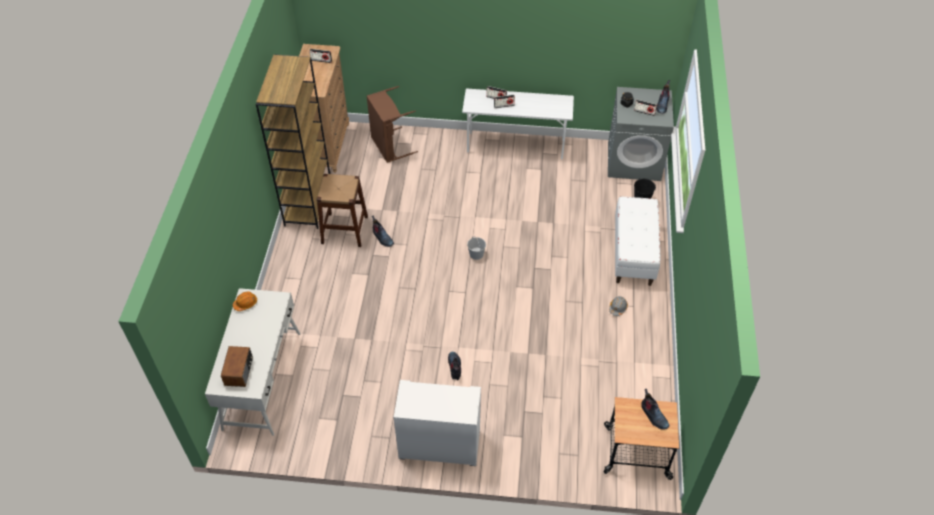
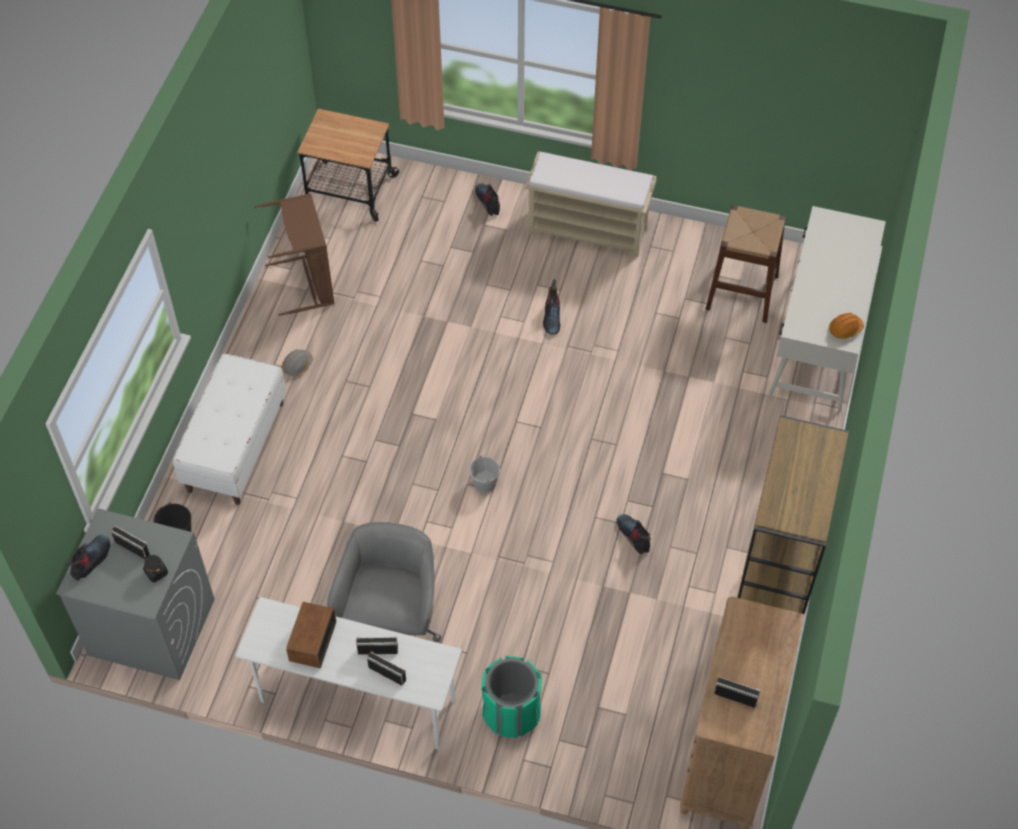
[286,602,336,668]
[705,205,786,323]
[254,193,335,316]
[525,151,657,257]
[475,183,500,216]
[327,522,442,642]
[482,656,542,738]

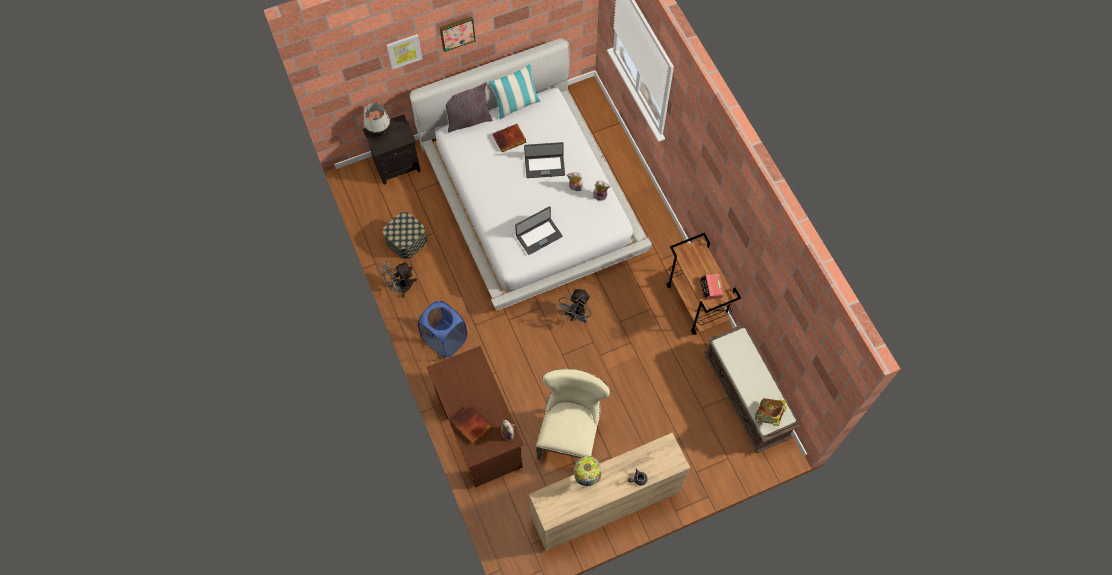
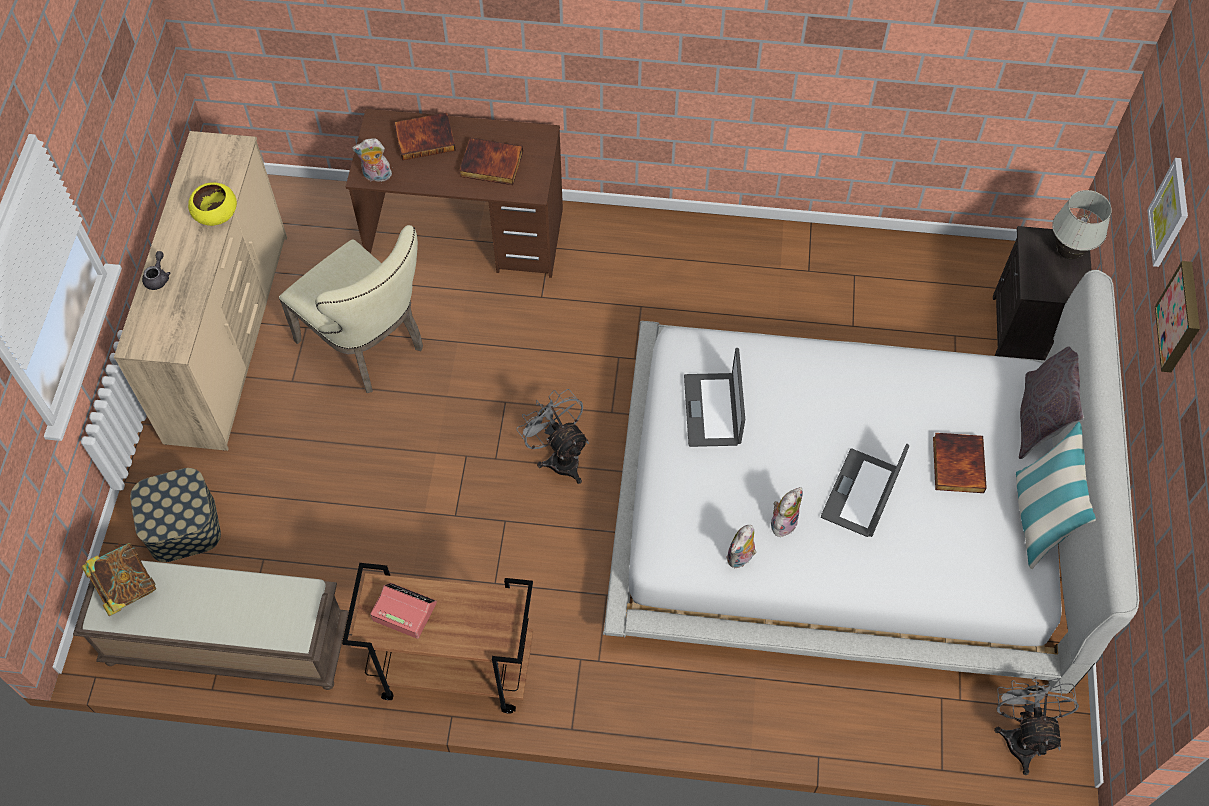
[994,677,1079,775]
[130,468,221,562]
[418,301,467,358] (first image)
[188,182,237,226]
[459,138,523,185]

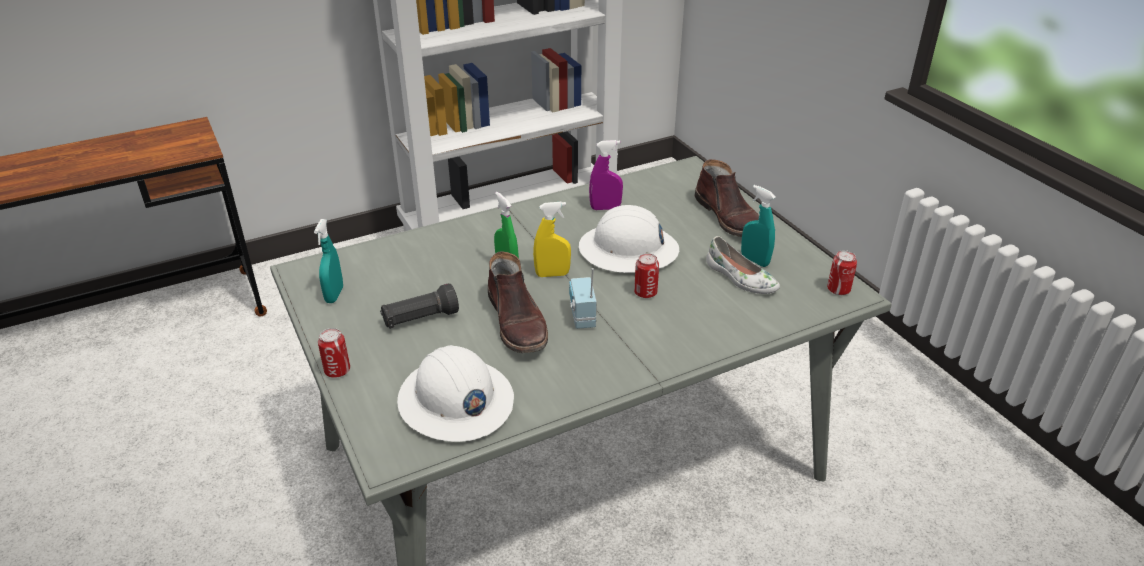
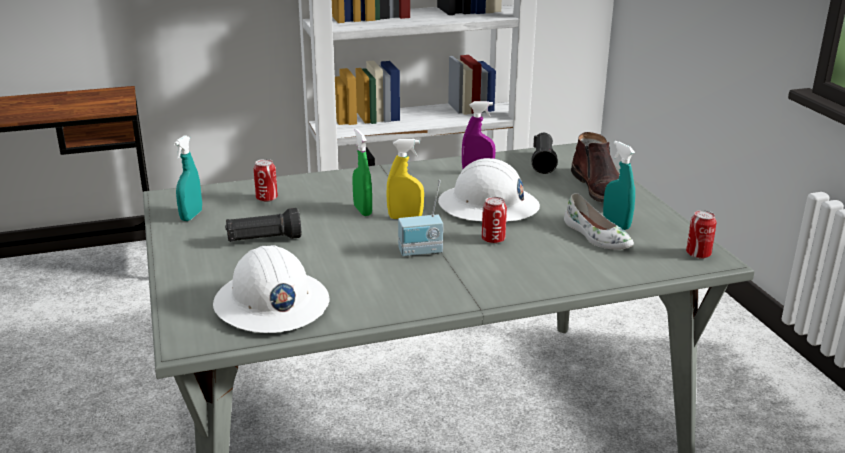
[254,159,278,202]
[488,251,548,353] (first image)
[398,180,443,257]
[532,133,558,174]

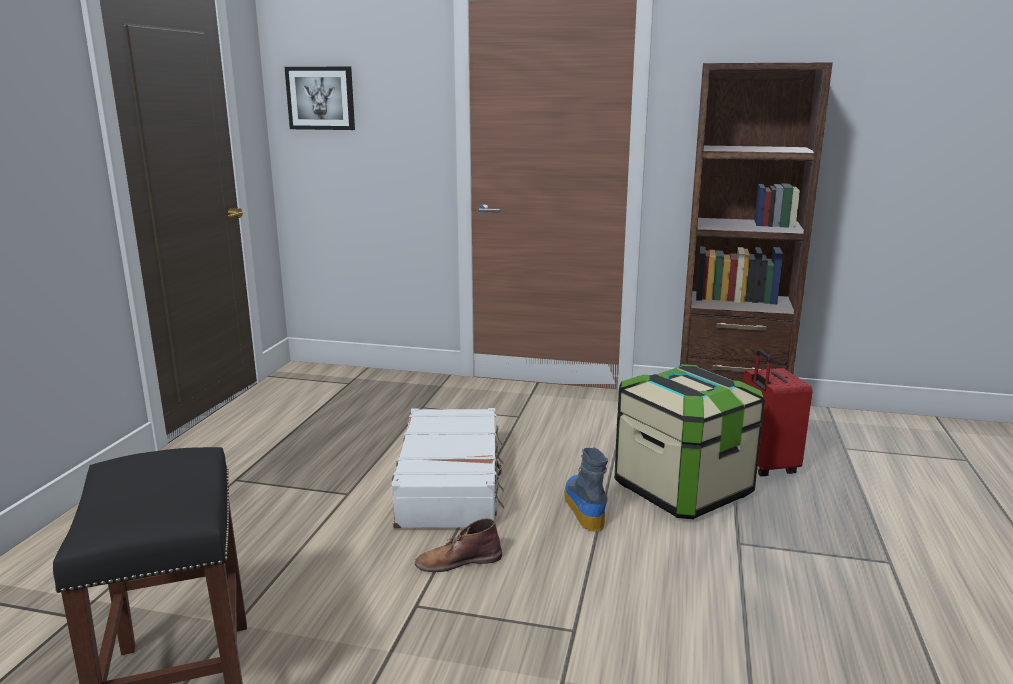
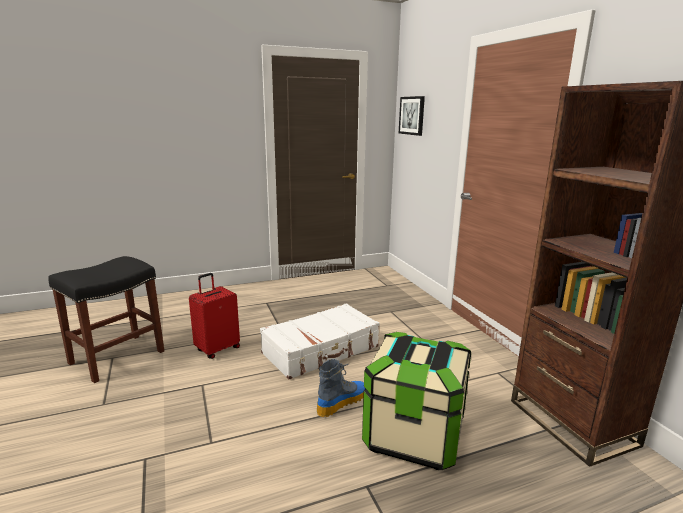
[415,518,502,572] (first image)
[189,273,240,359]

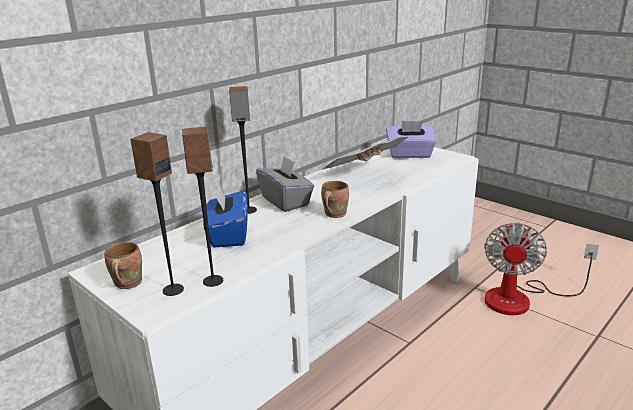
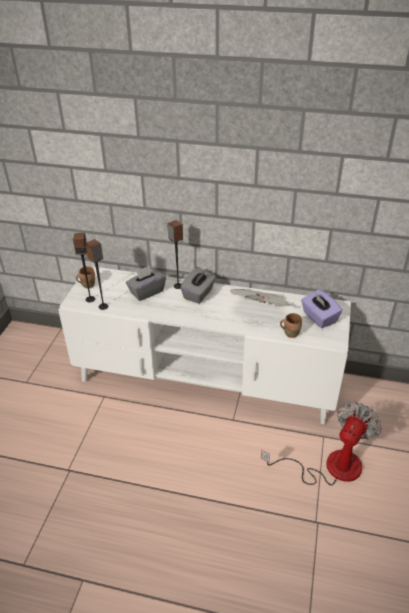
[126,266,166,301]
[280,313,302,338]
[261,402,382,486]

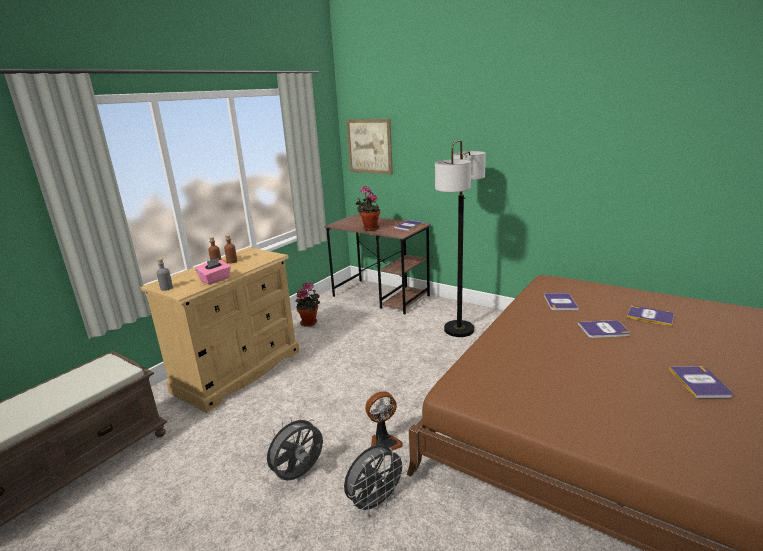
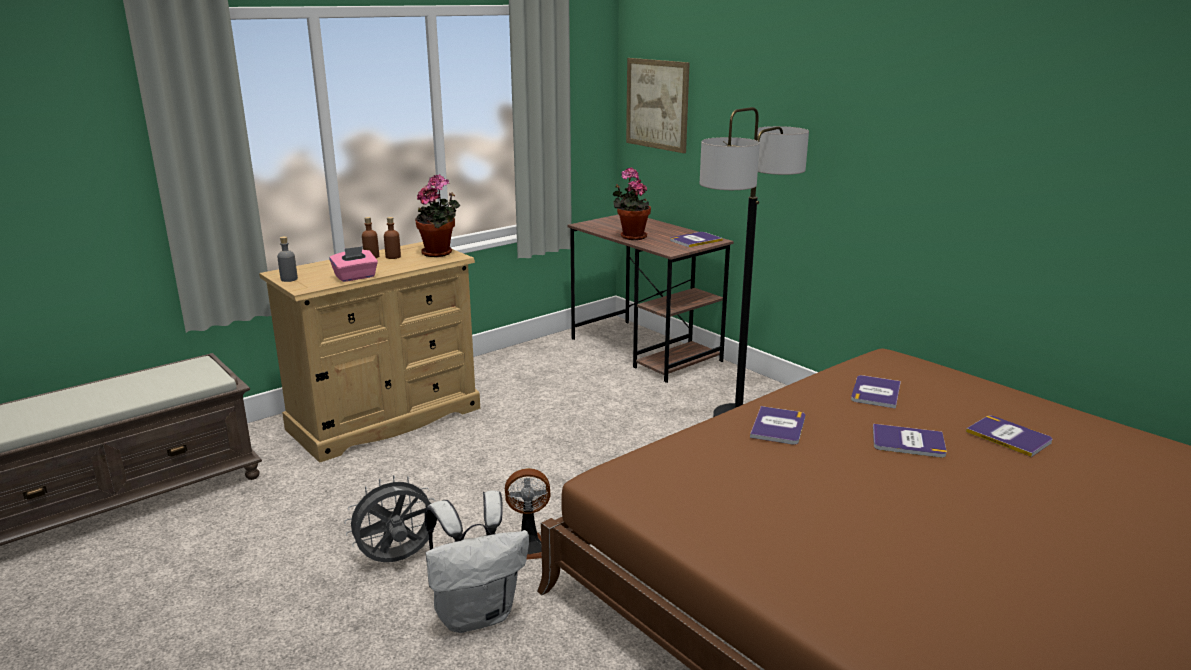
[415,174,460,257]
[425,491,529,633]
[750,406,805,445]

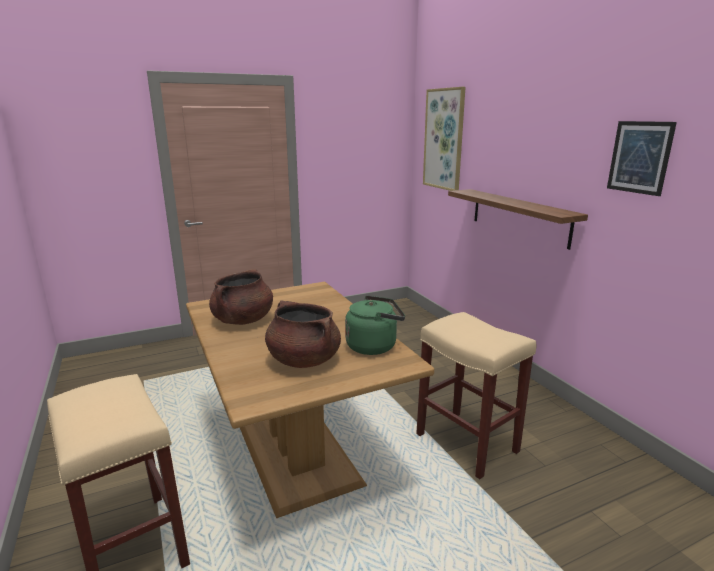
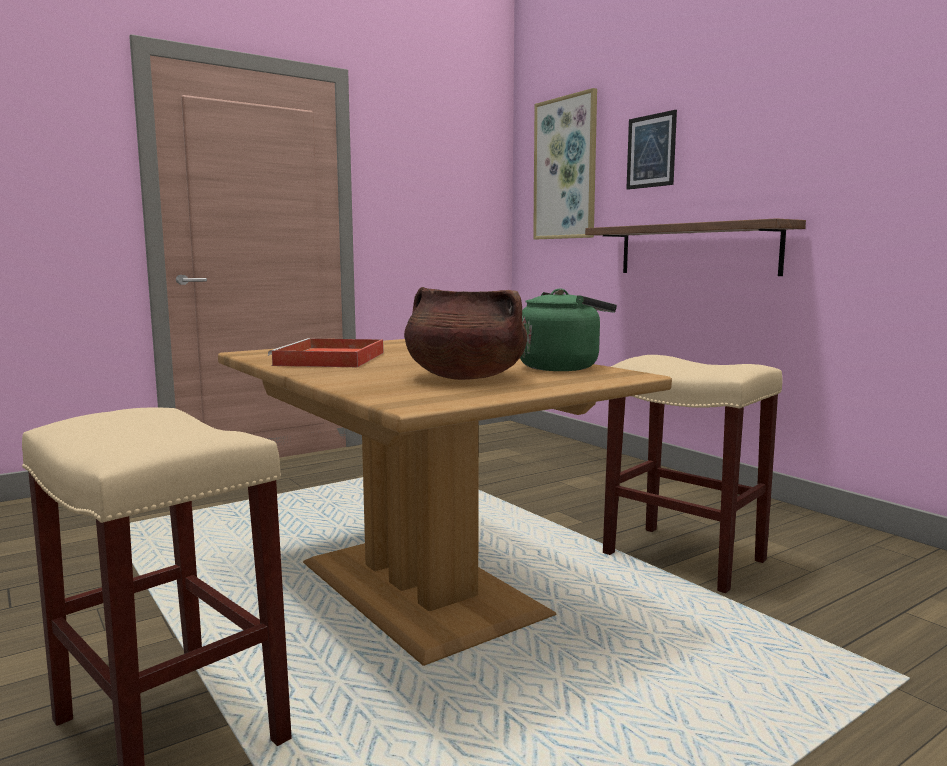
[268,338,384,367]
[626,110,677,190]

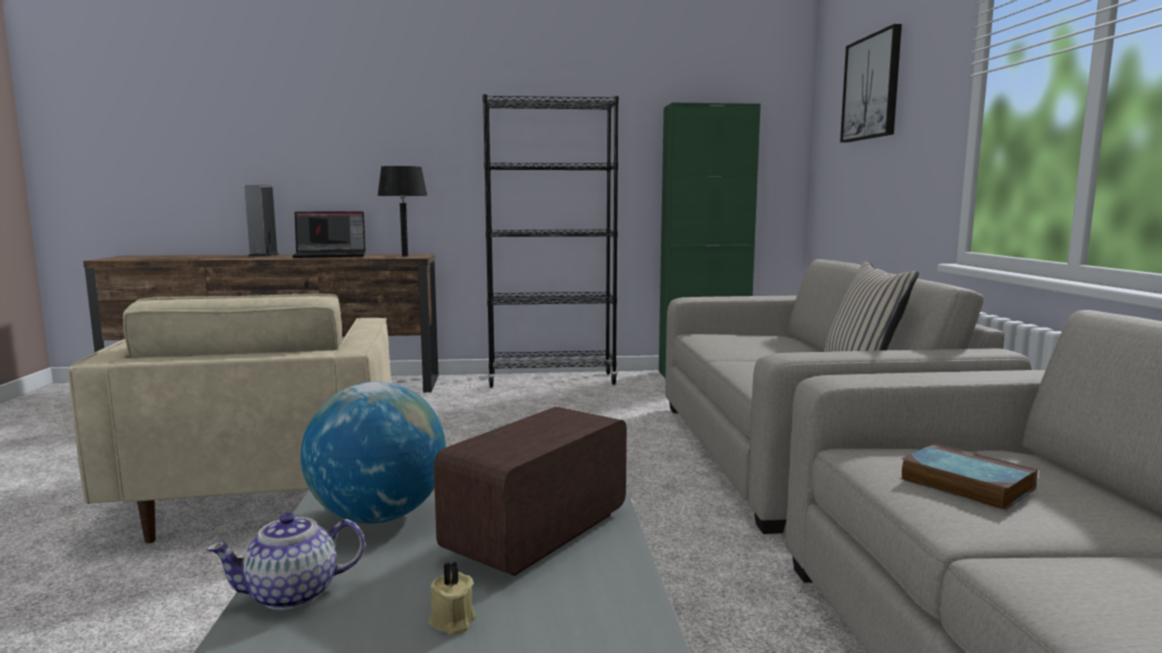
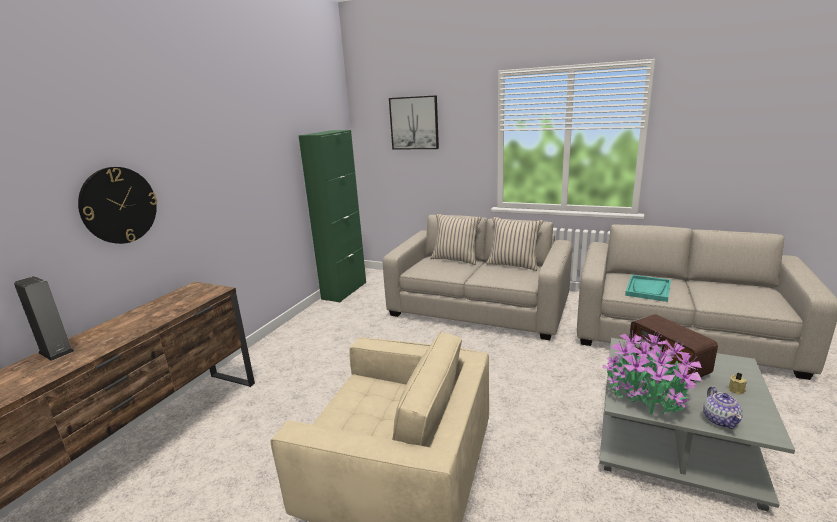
[292,211,365,258] (first image)
[602,329,702,414]
[377,166,428,256] (first image)
[483,94,619,388] (first image)
[625,275,671,302]
[78,167,157,244]
[431,214,482,265]

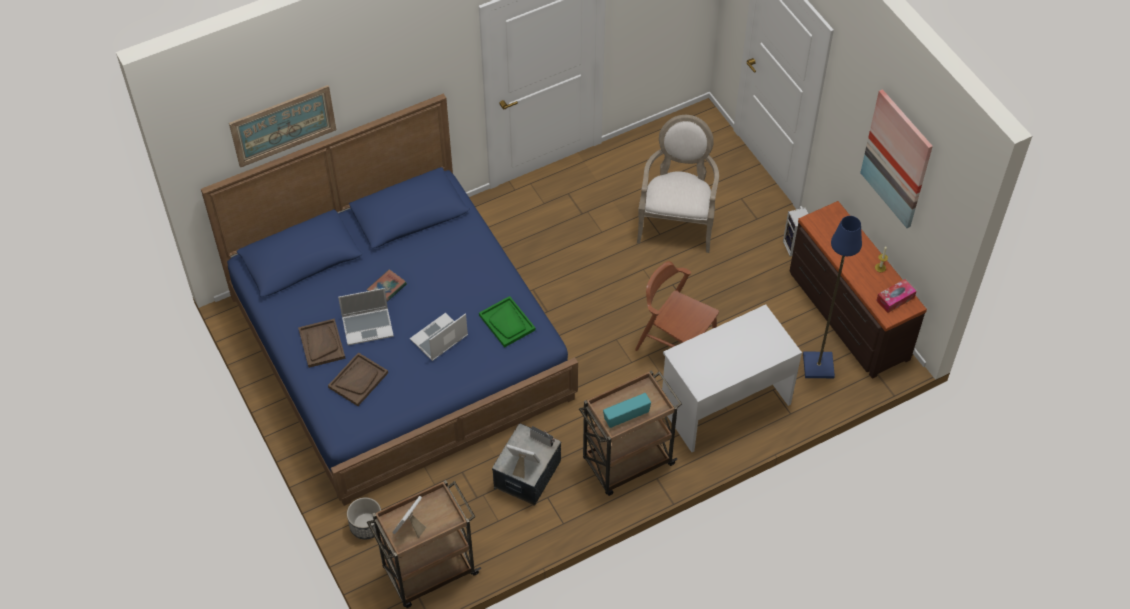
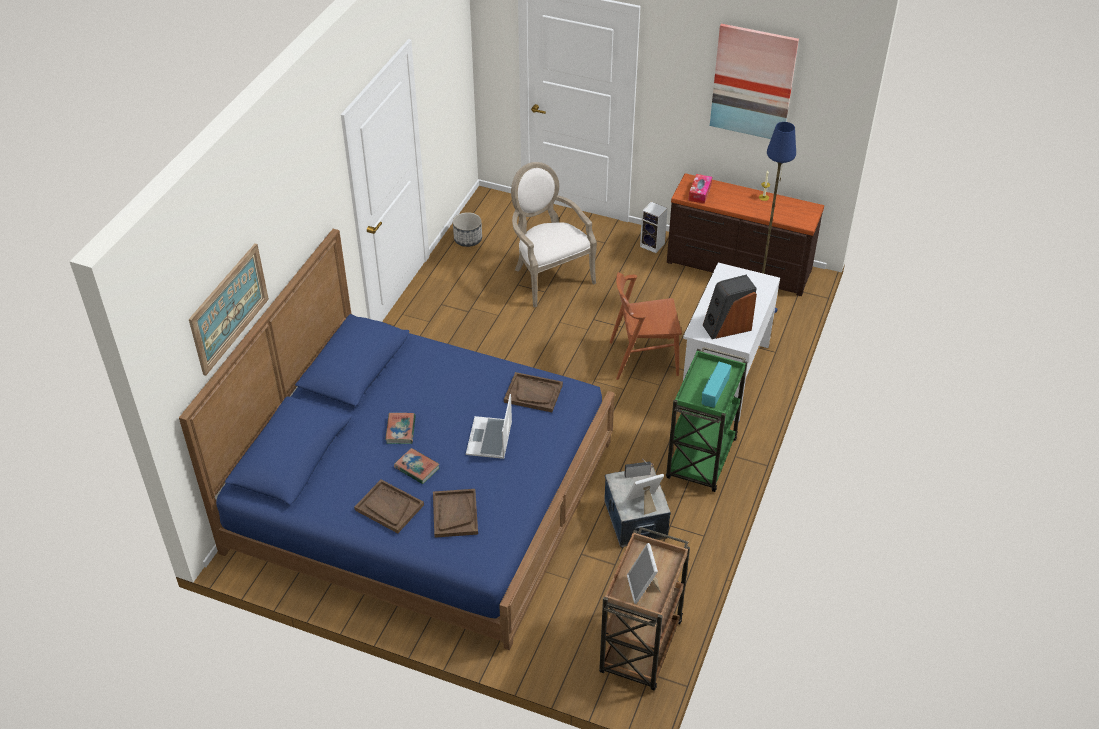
[394,448,439,484]
[453,212,482,247]
[504,372,563,412]
[666,347,747,492]
[688,174,712,204]
[703,275,757,339]

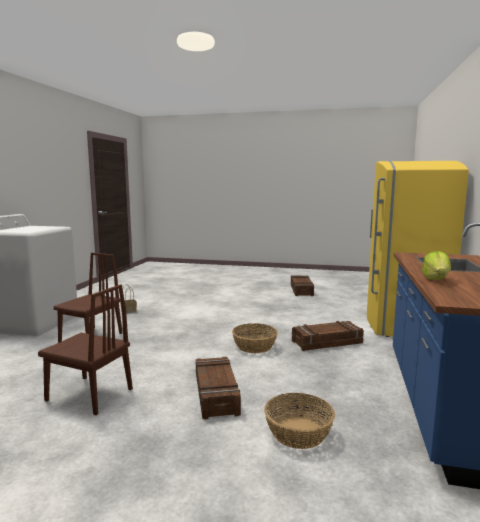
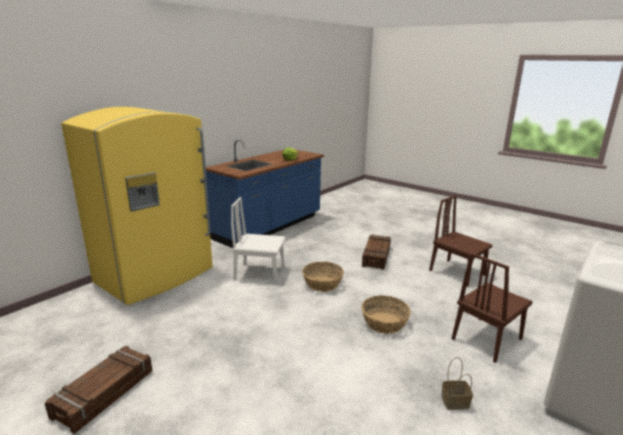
[362,295,411,334]
[231,197,285,284]

